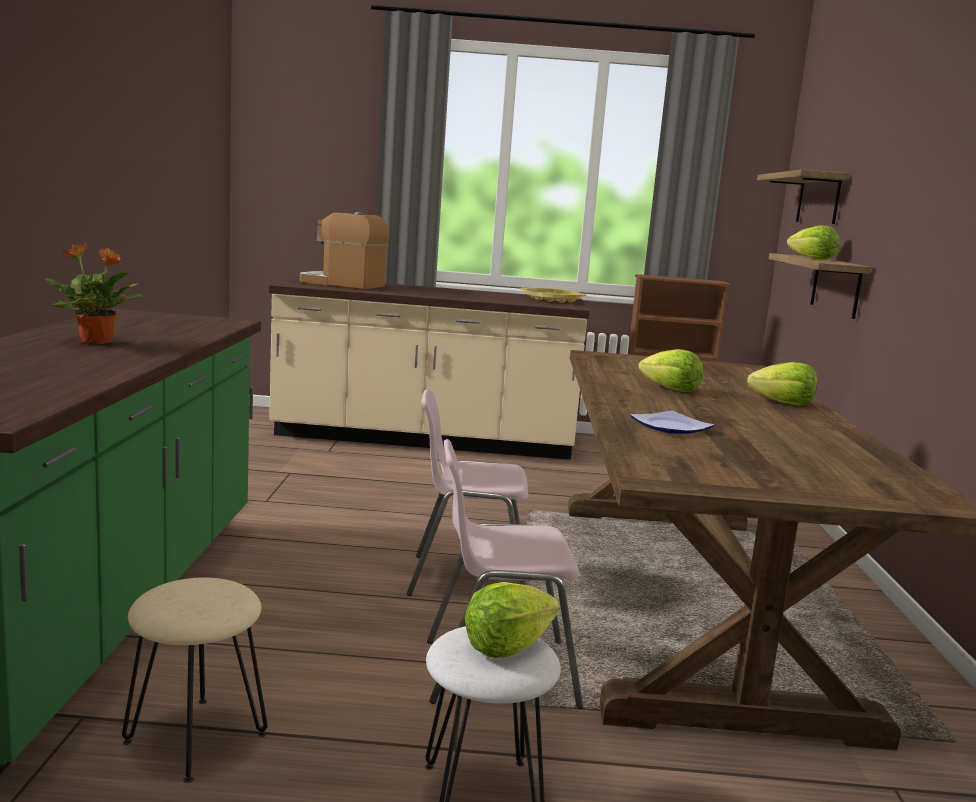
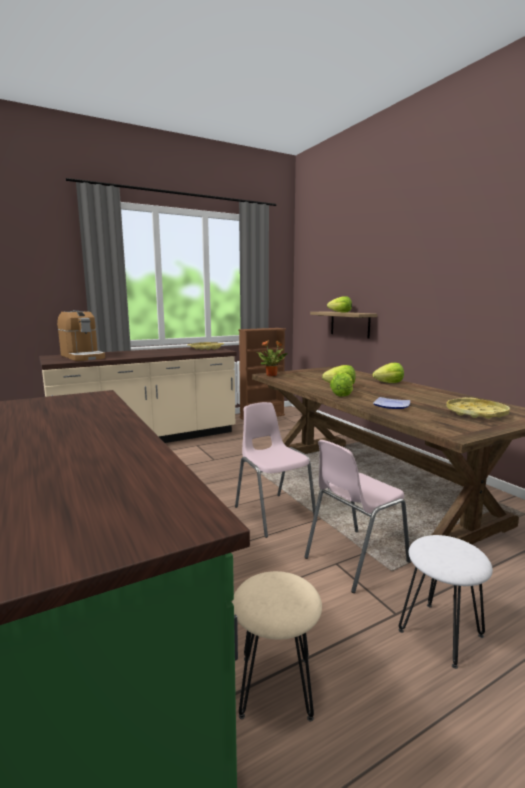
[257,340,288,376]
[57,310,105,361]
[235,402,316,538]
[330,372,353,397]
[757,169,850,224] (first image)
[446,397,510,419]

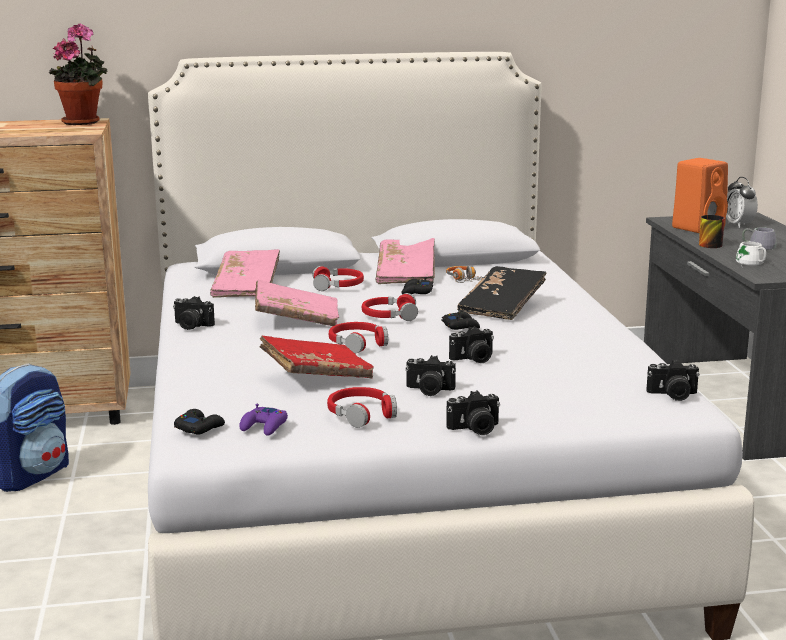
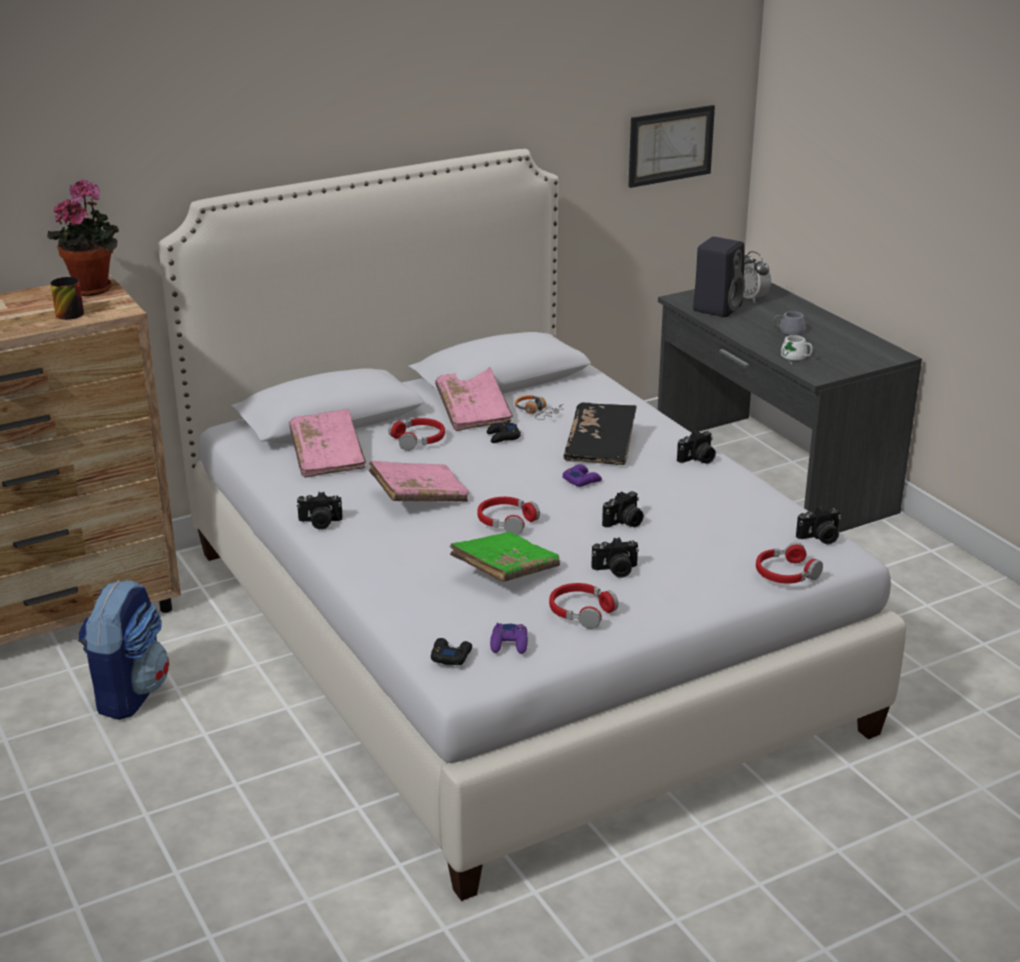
[450,532,560,582]
[756,543,823,584]
[562,464,602,487]
[677,430,716,464]
[693,236,745,317]
[51,277,84,320]
[628,105,715,188]

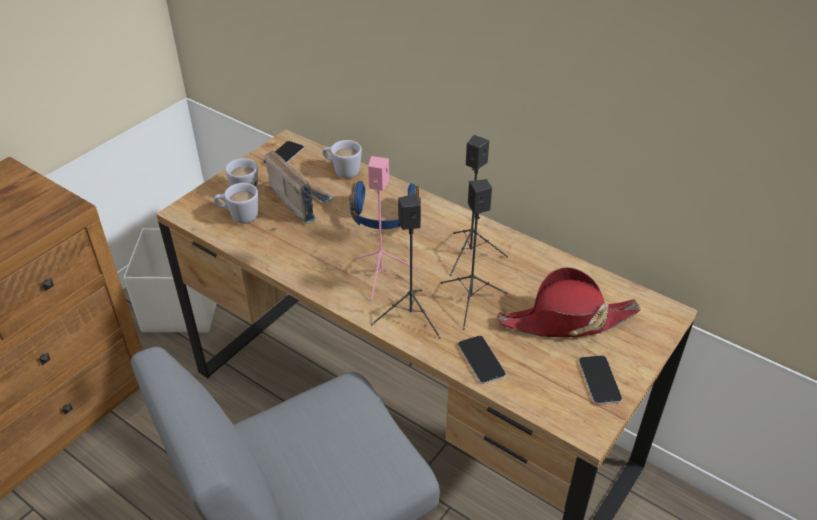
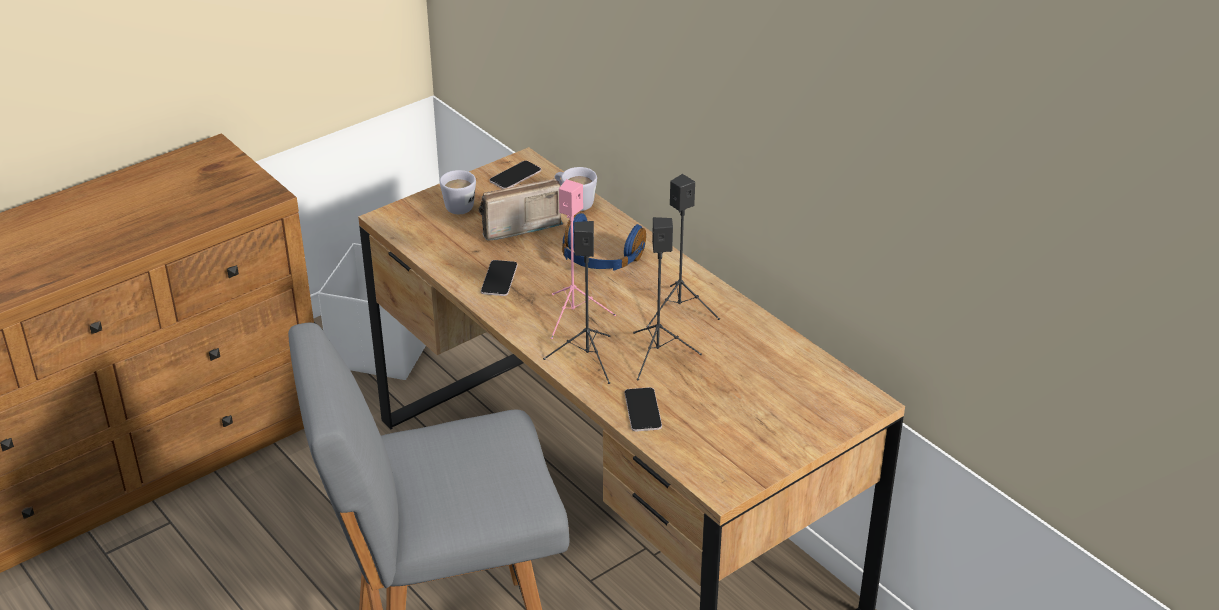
[214,183,258,224] (first image)
[479,179,563,241]
[497,267,641,337] (first image)
[481,260,517,296]

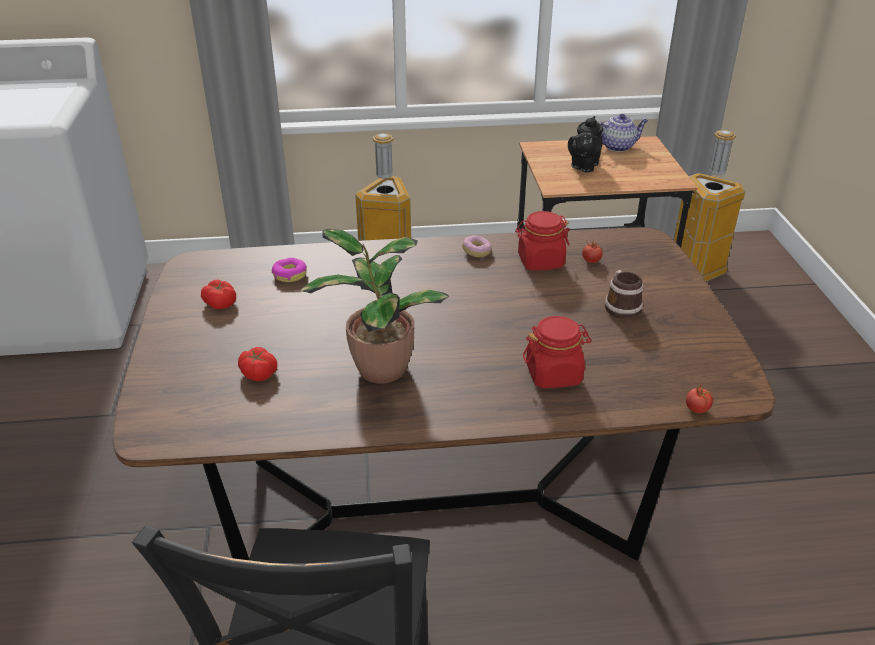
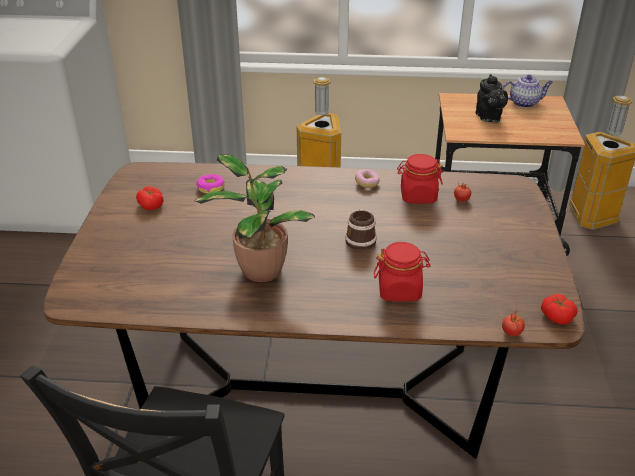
[541,294,578,325]
[476,74,508,122]
[345,209,377,250]

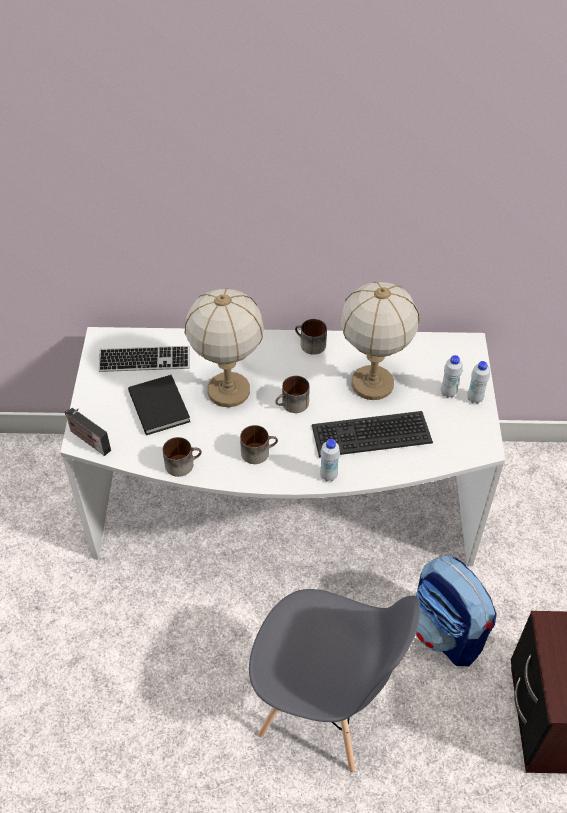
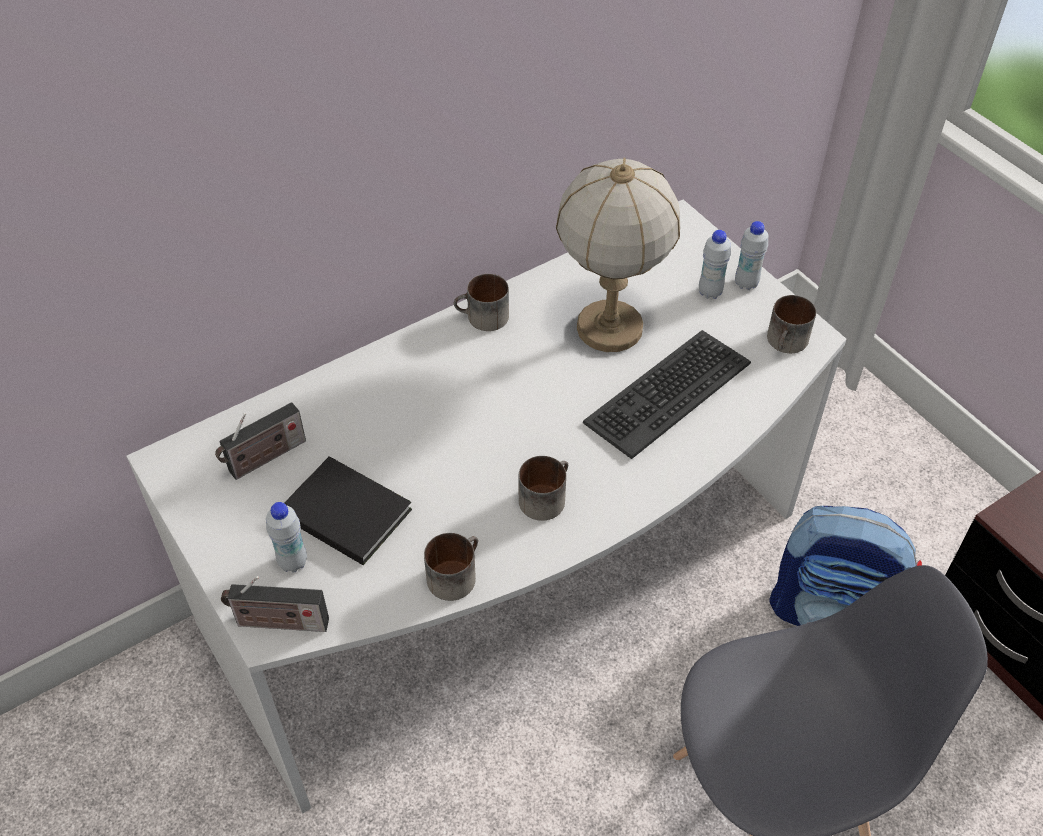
[215,402,306,480]
[185,288,264,407] (first image)
[767,295,816,353]
[266,502,307,573]

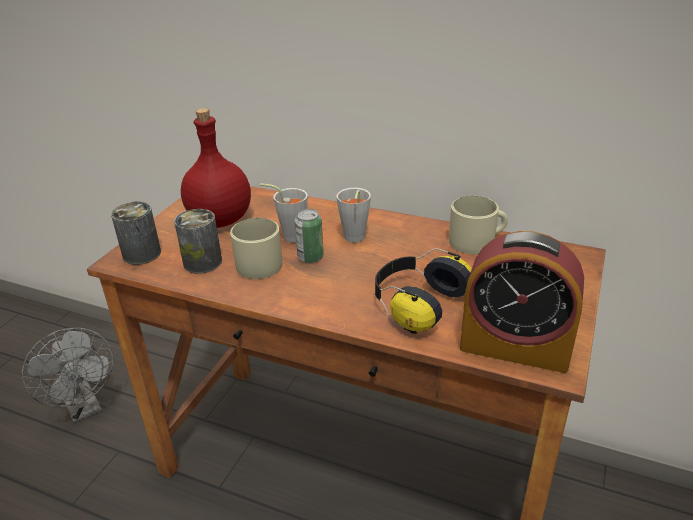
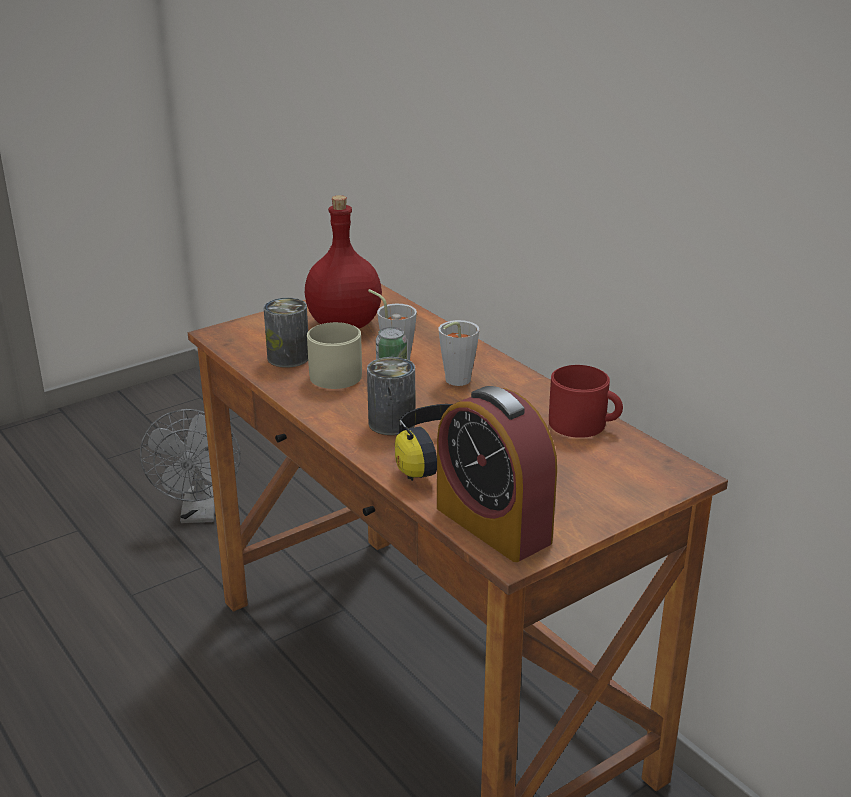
[367,357,415,435]
[549,365,623,438]

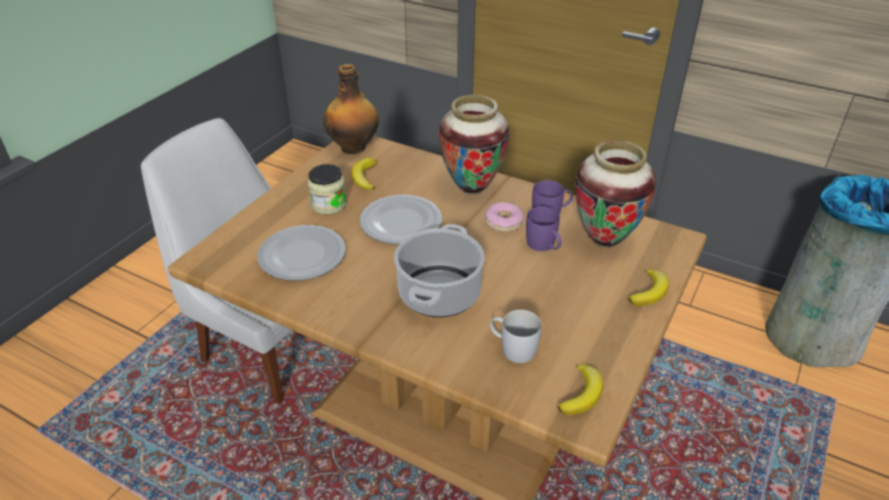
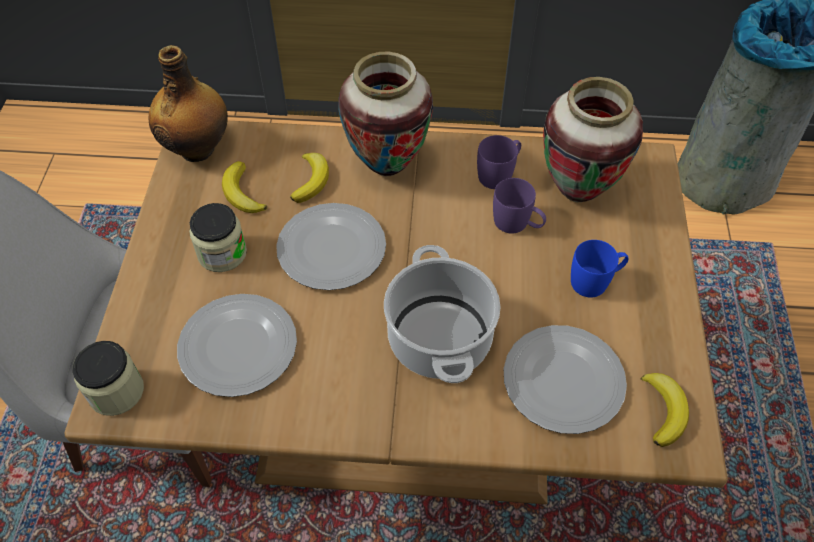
[485,202,524,232] (first image)
[504,325,627,434]
[290,153,329,203]
[72,341,144,416]
[571,240,629,297]

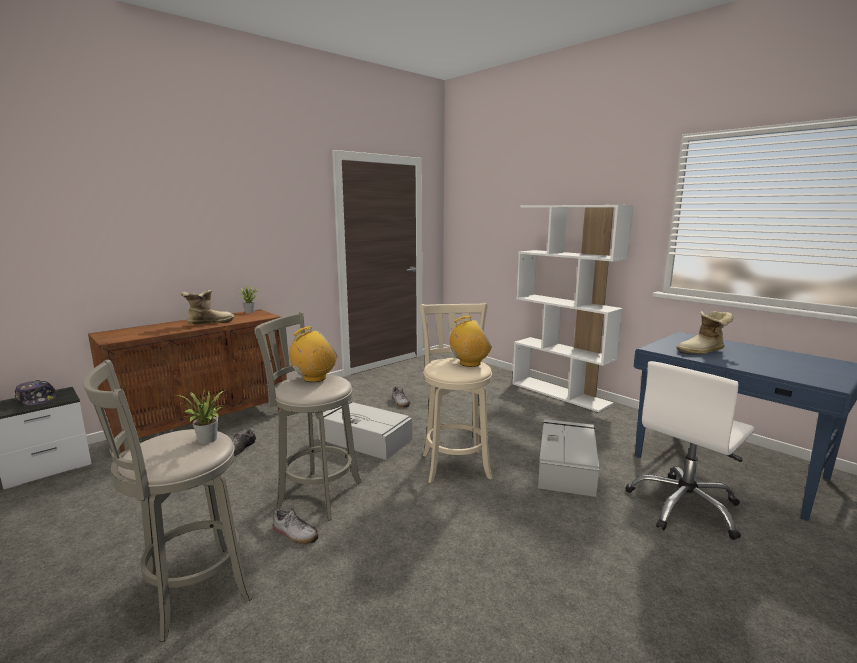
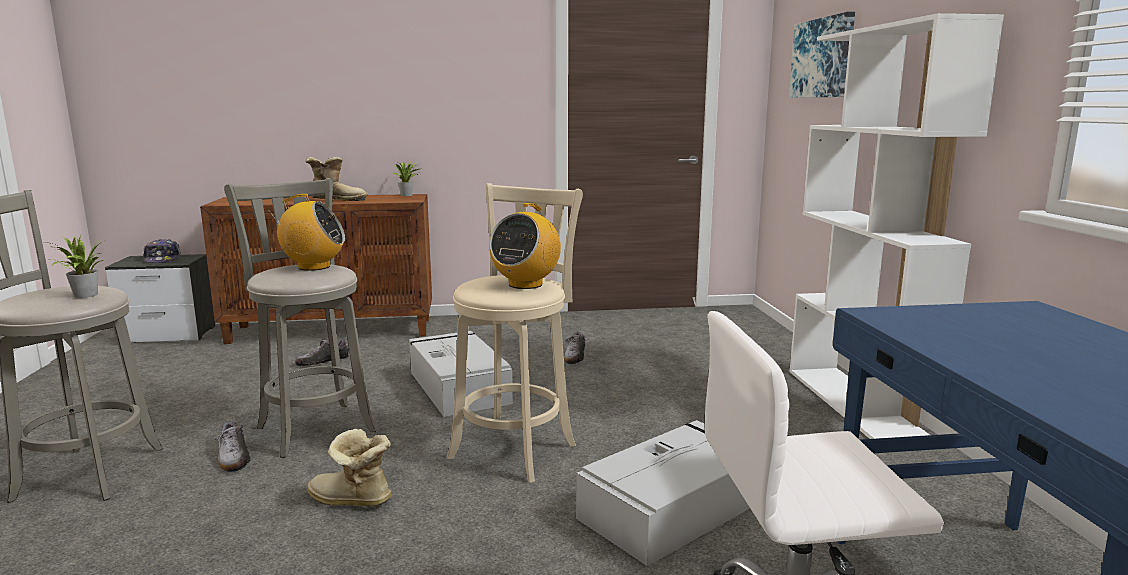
[490,203,561,289]
[307,429,392,507]
[789,12,855,98]

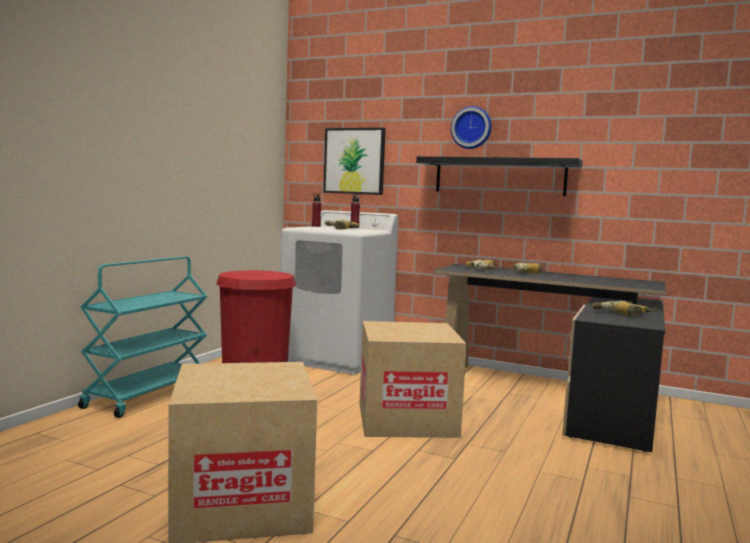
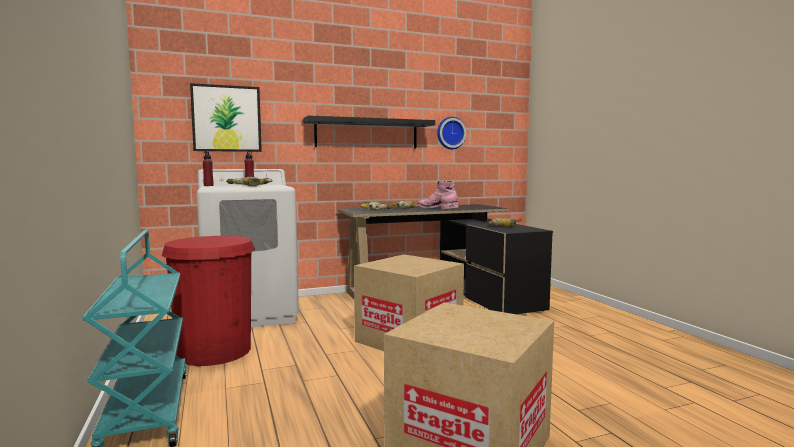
[437,117,466,149]
[418,181,459,209]

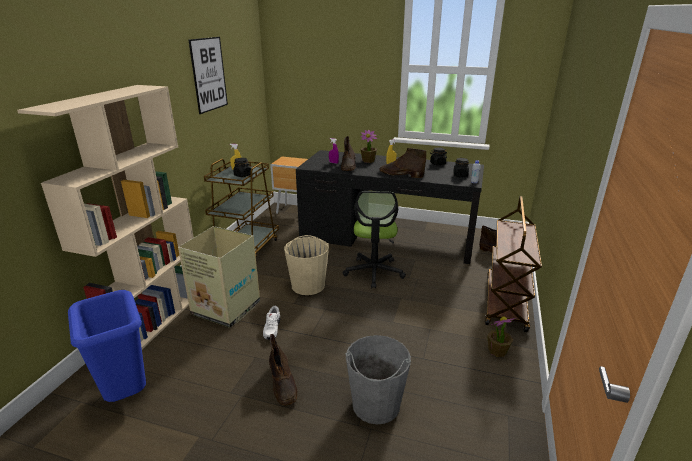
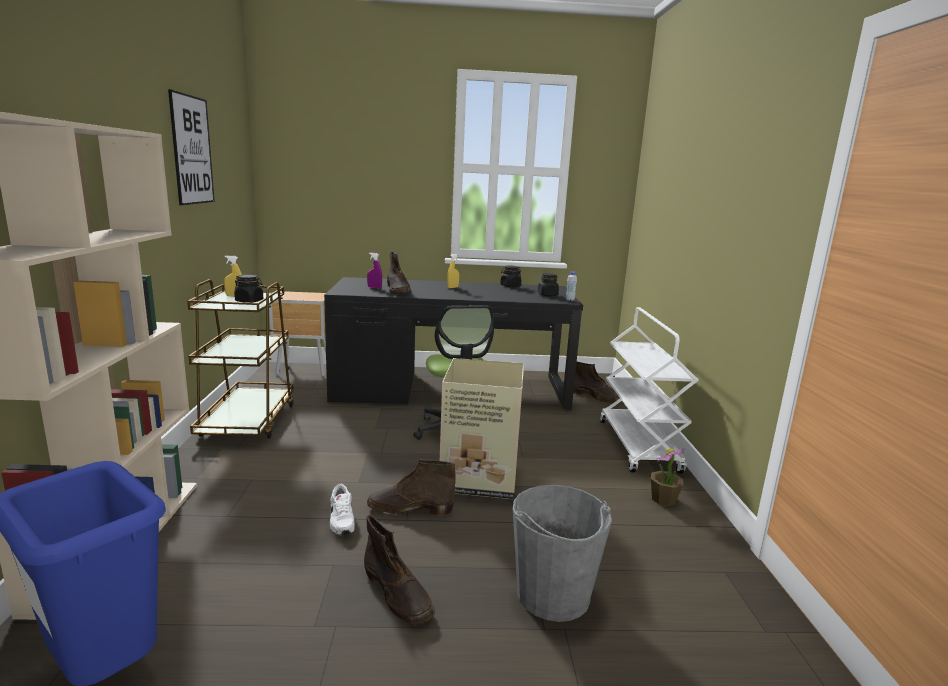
[440,358,524,499]
[284,235,329,295] (first image)
[361,130,377,163] (first image)
[367,459,456,516]
[600,307,699,474]

